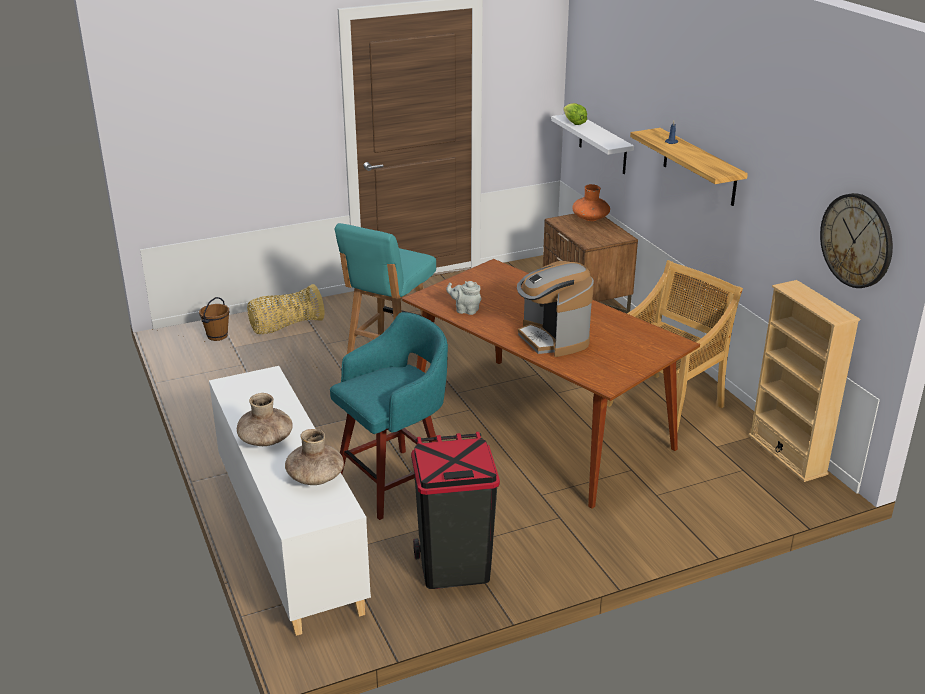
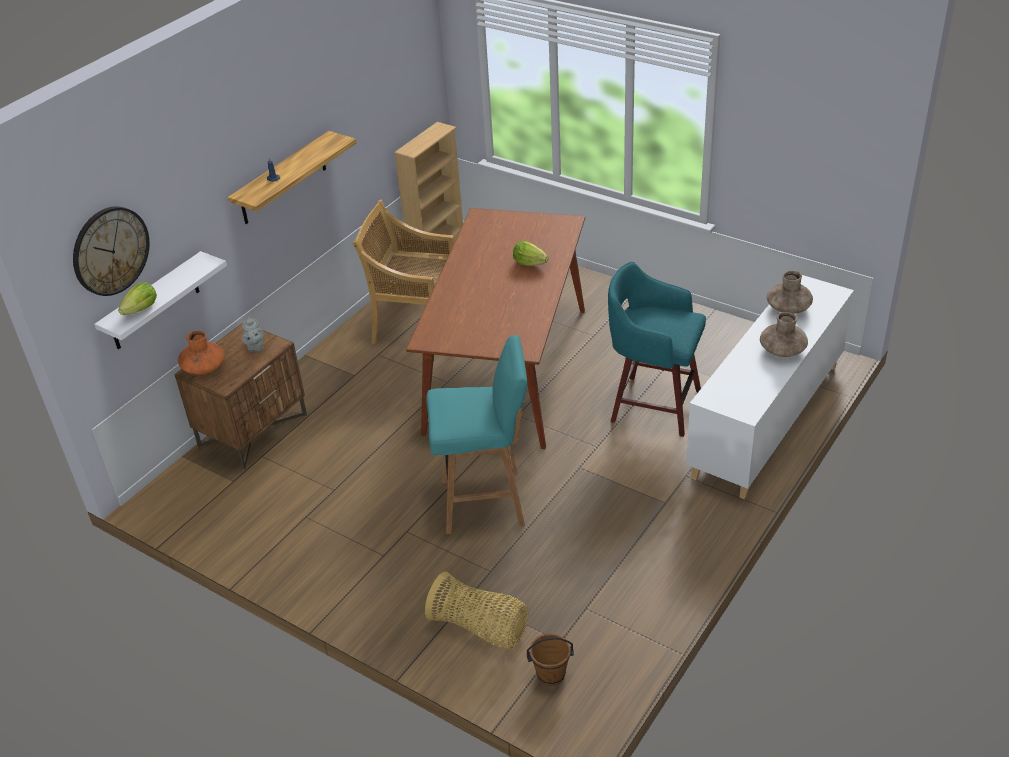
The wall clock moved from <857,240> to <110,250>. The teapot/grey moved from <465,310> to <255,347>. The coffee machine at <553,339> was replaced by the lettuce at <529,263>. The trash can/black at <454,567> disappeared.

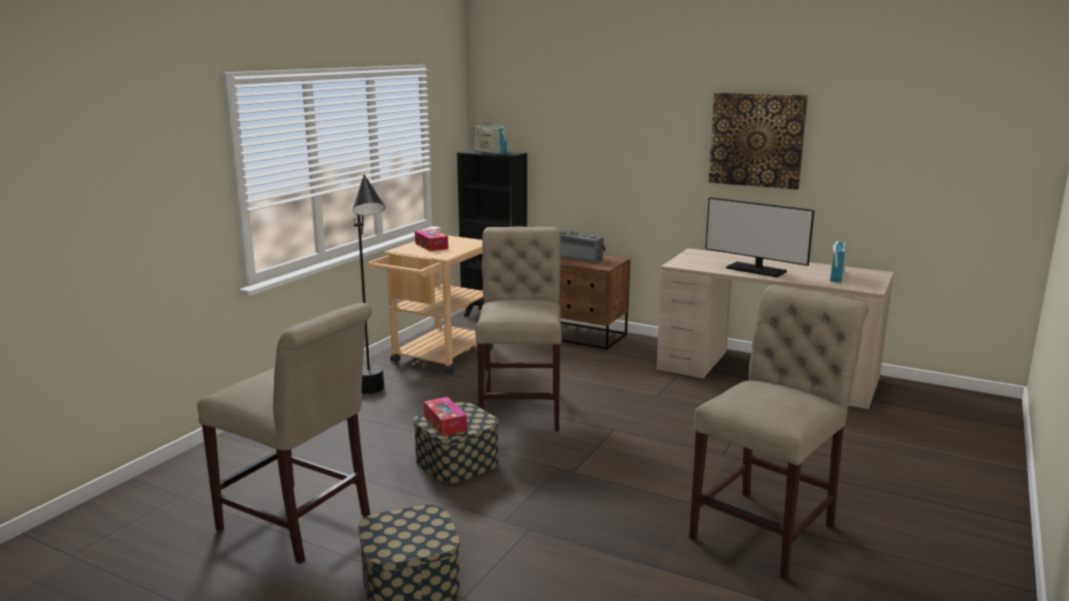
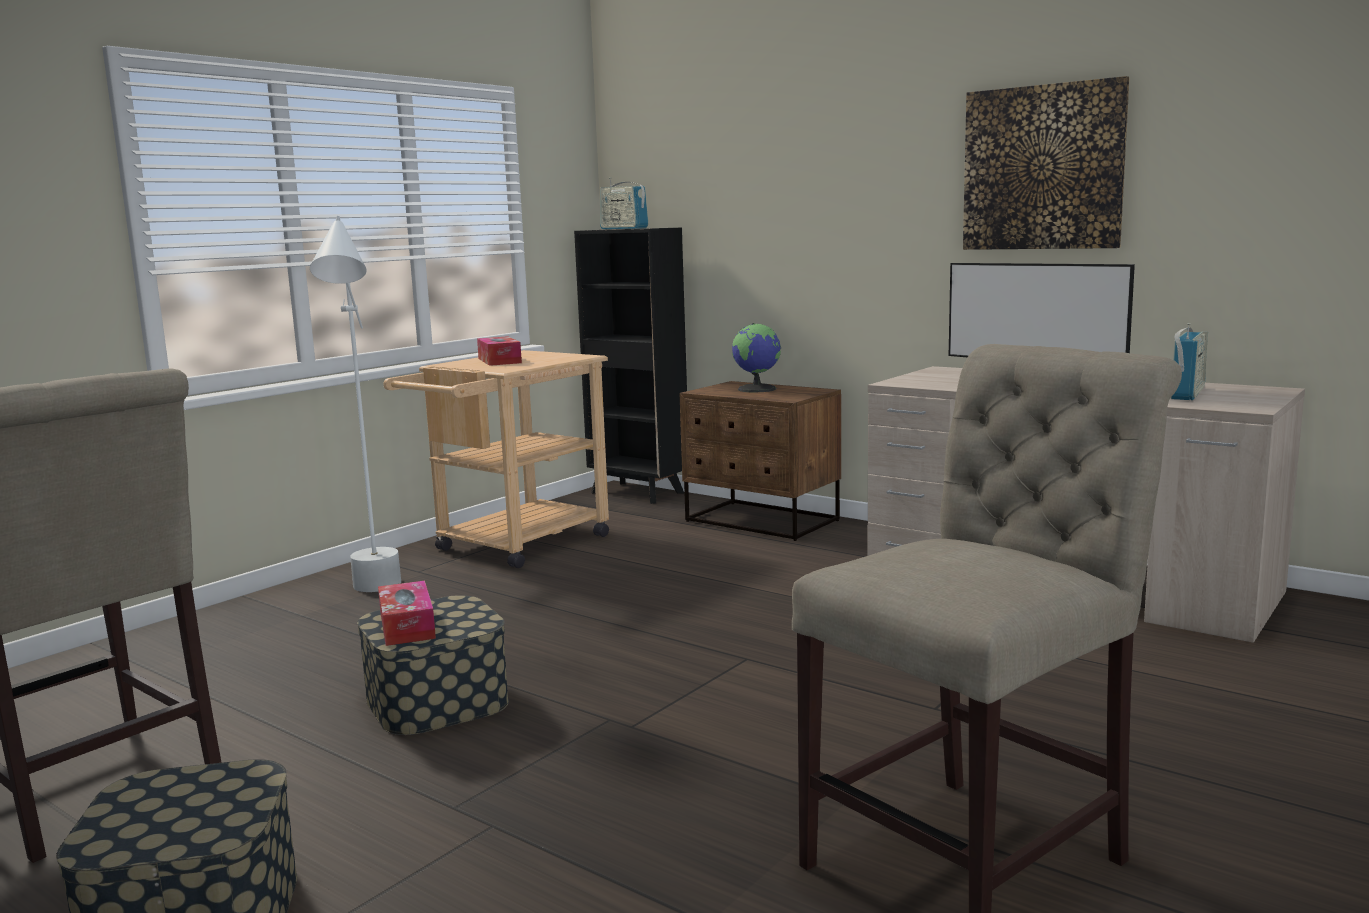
The floor lamp/black at <375,397> became the floor lamp/white at <375,597>. The radio at <580,258> was replaced by the globe at <757,389>. The chair/beige at <521,408> disappeared.

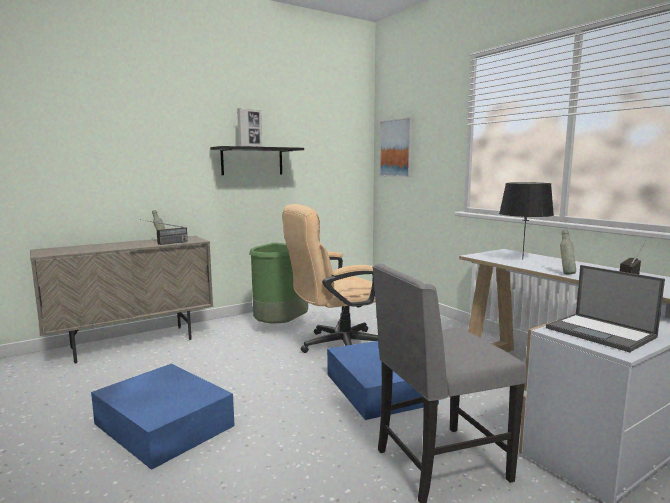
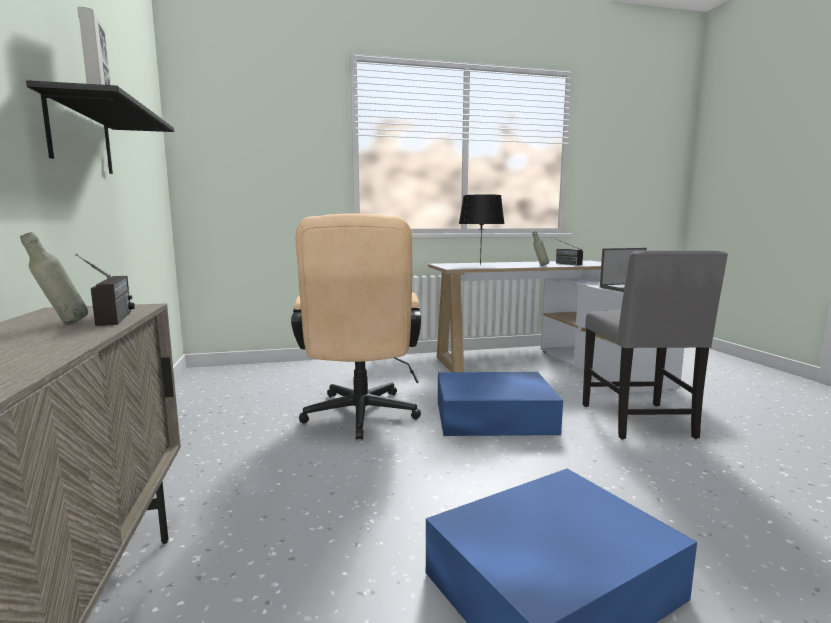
The trash can/green at <280,326> disappeared. The picture at <396,148> disappeared.

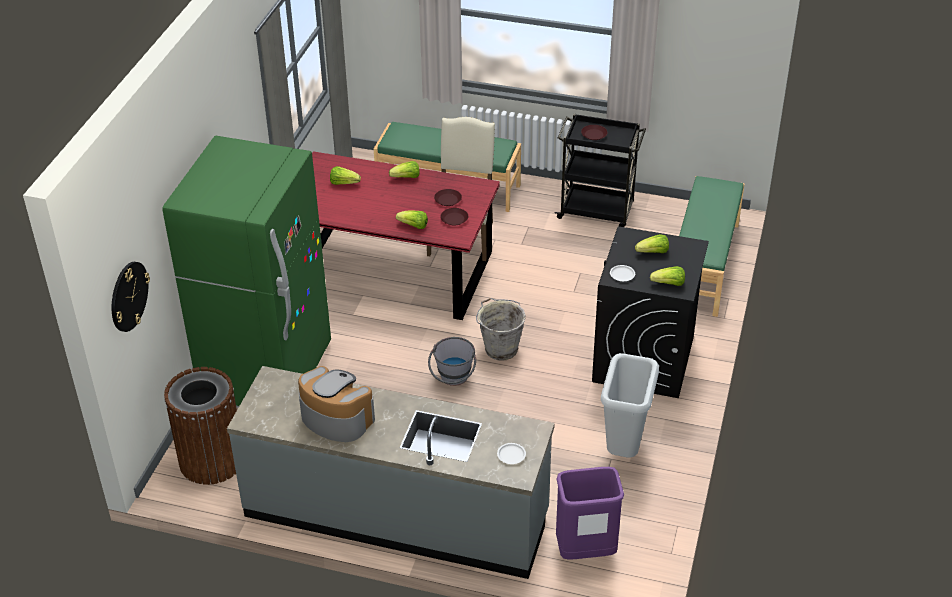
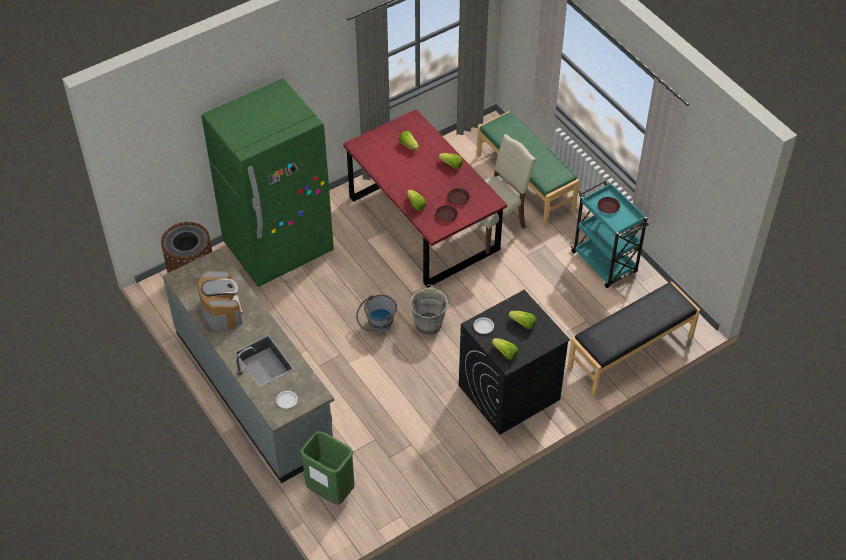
The trash can/purple at <585,551> became the trash can/green at <330,491>. The bench/green at <704,265> became the bench/black at <631,352>. The cart/black at <597,211> became the cart/turquoise at <605,263>. The wall clock at <128,296> disappeared. The trash can/grey at <623,449> disappeared.

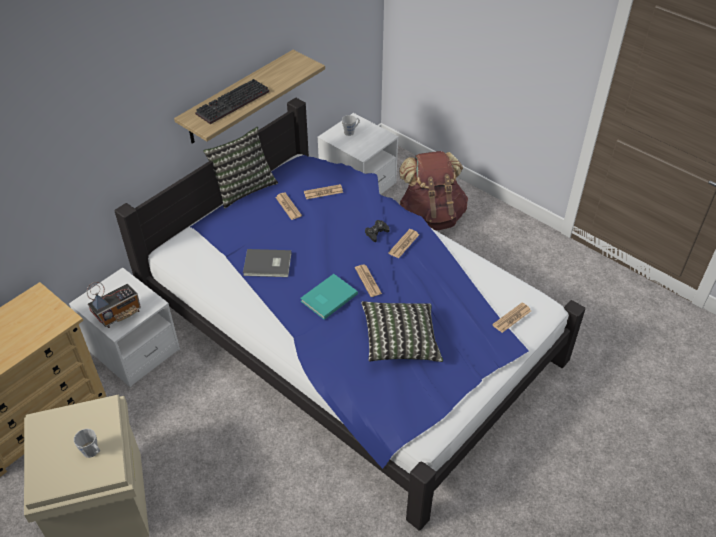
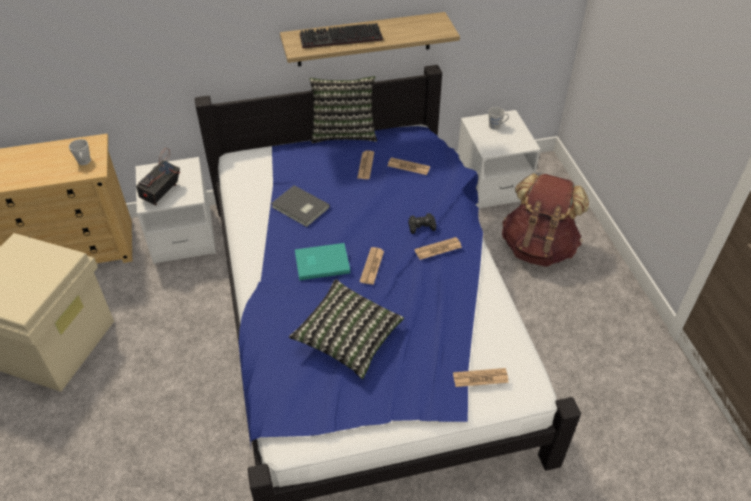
The mug/grey moved from <93,452> to <84,162>. The radio at <119,314> turned 120 degrees clockwise.

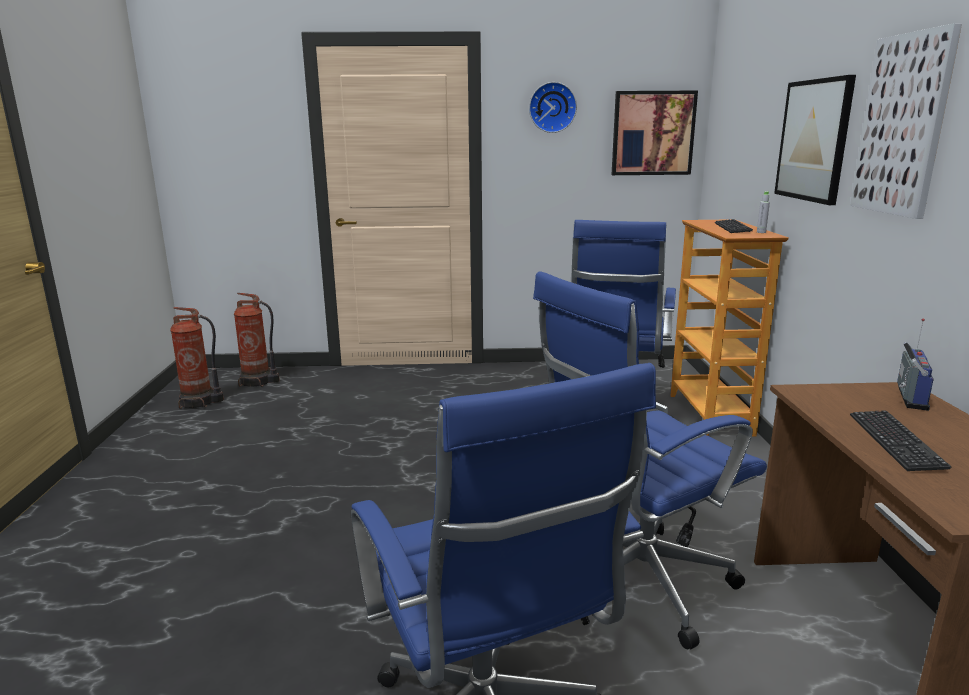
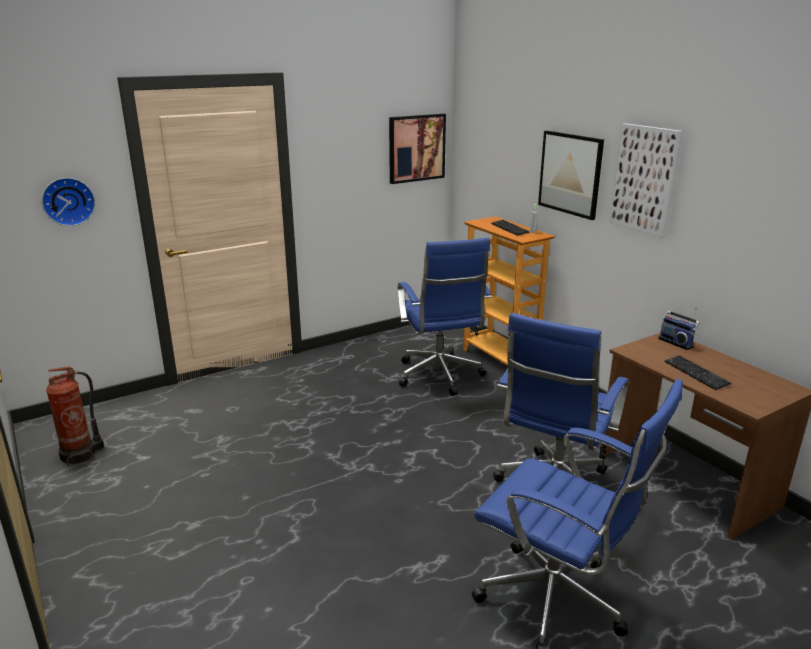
The wall clock moved from <552,107> to <68,201>. The radio at <908,398> turned 150 degrees clockwise. The fire extinguisher at <258,382> disappeared.

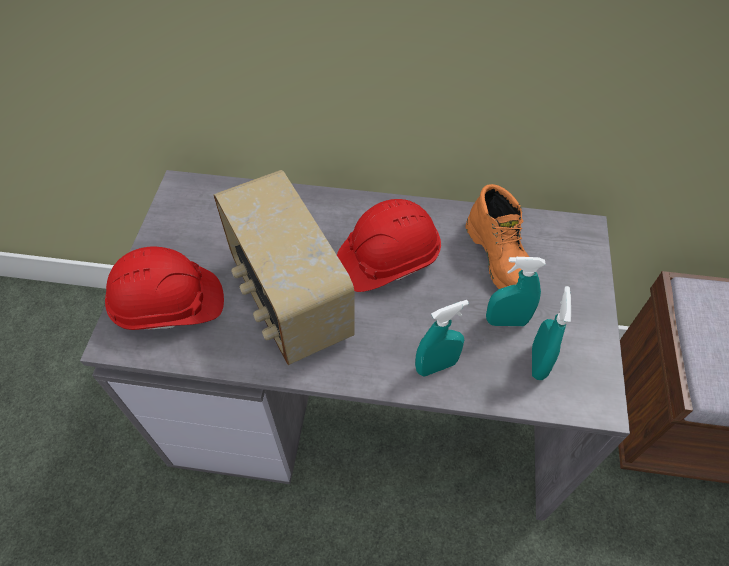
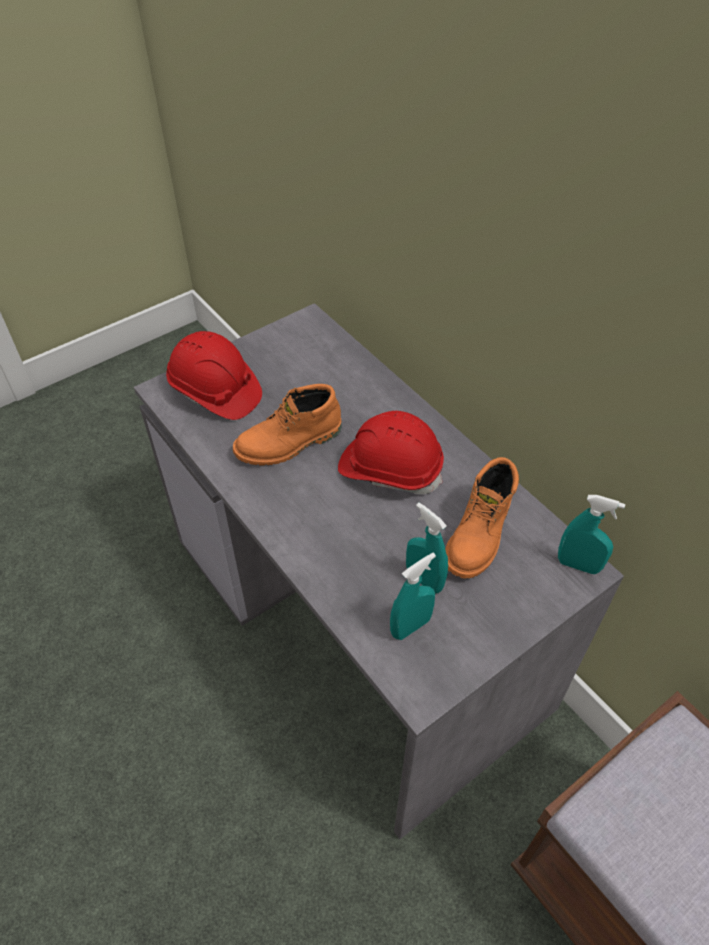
The radio at <288,300> was replaced by the boot/orange at <289,444>. The spray bottle/turquoise moved from <436,366> to <578,565>.

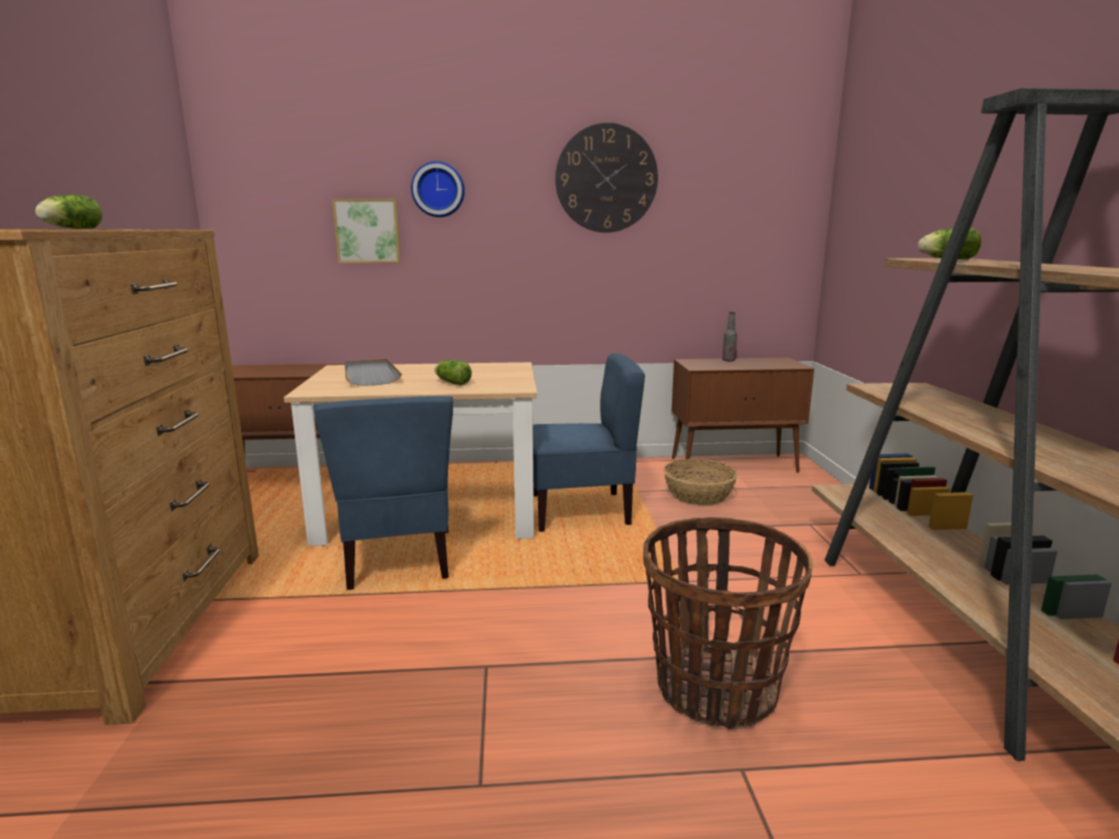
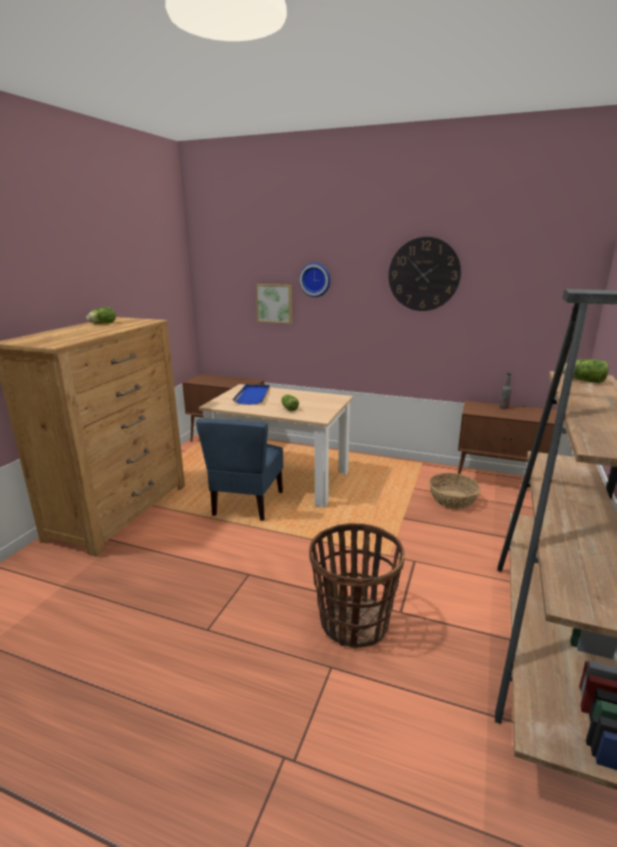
The tray/grey at <370,375> became the tray/blue at <253,396>. The chair/blue at <579,511> disappeared.

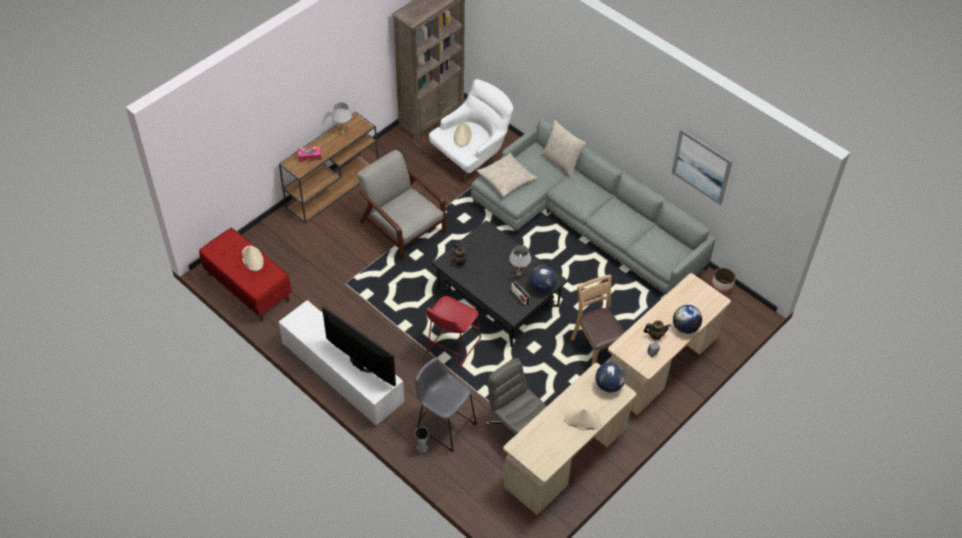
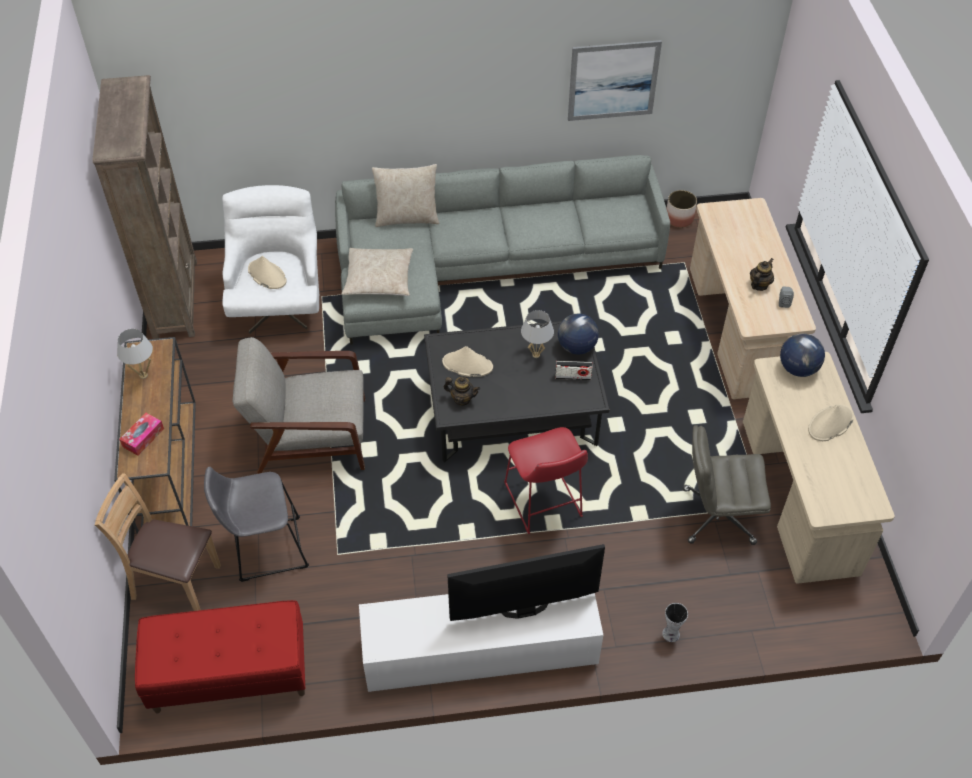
The chair/brown moved from <597,348> to <175,580>. The stool/grey moved from <444,424> to <265,549>. The hat/beige moved from <252,259> to <467,365>. The globe at <685,327> disappeared.

